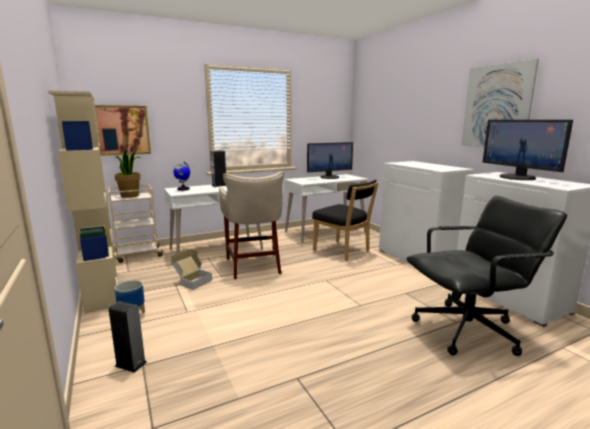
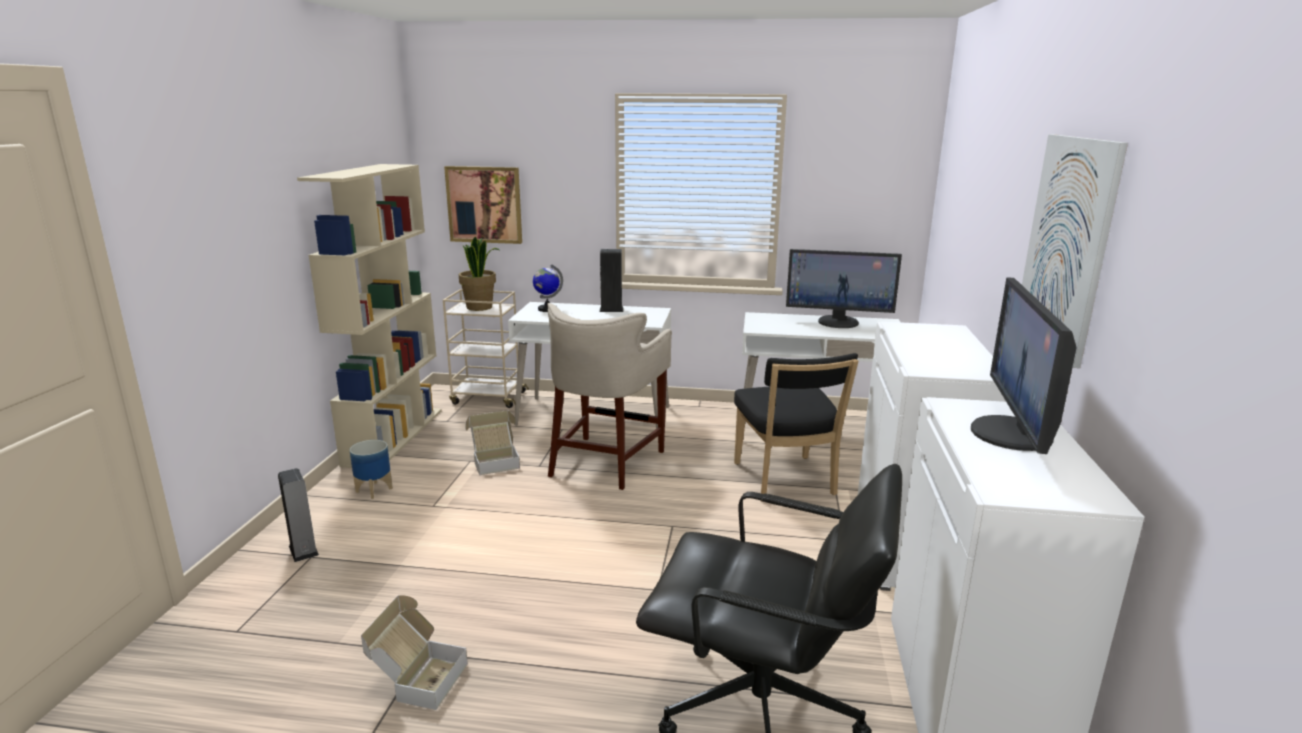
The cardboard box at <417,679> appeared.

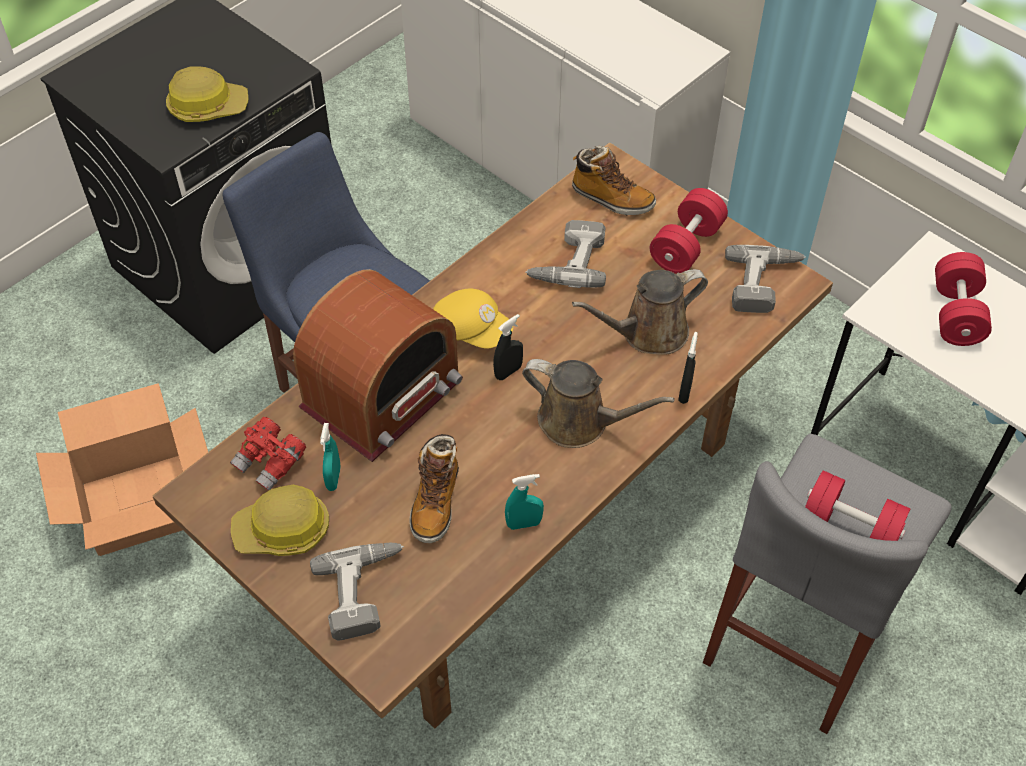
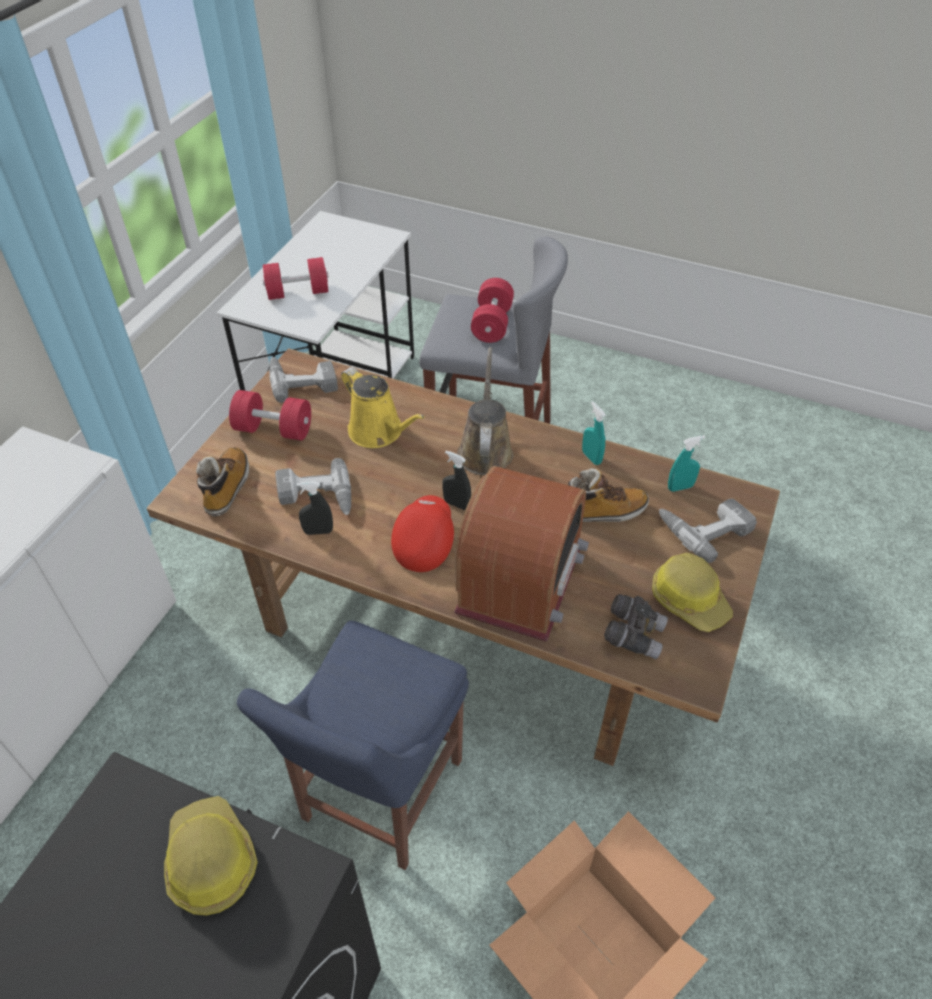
The spray bottle/black moved from <685,392> to <318,531>. The watering can/brown at <648,333> became the watering can/yellow at <379,432>. The cap/yellow at <470,331> became the cap/red at <423,541>. The radio at <383,395> turned 90 degrees clockwise. The binoculars/red at <271,462> became the binoculars/grey at <633,634>. The spray bottle/turquoise moved from <333,478> to <680,487>.

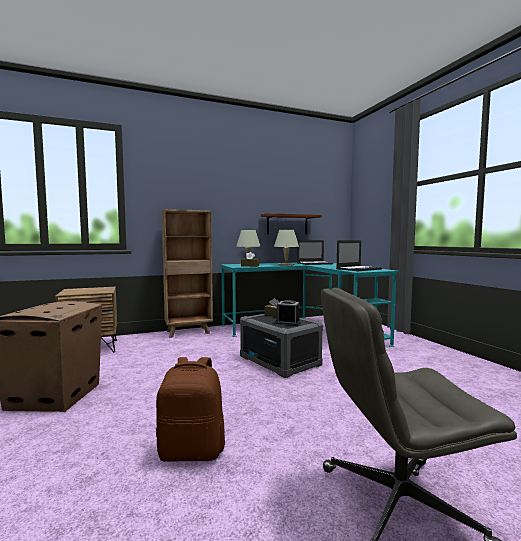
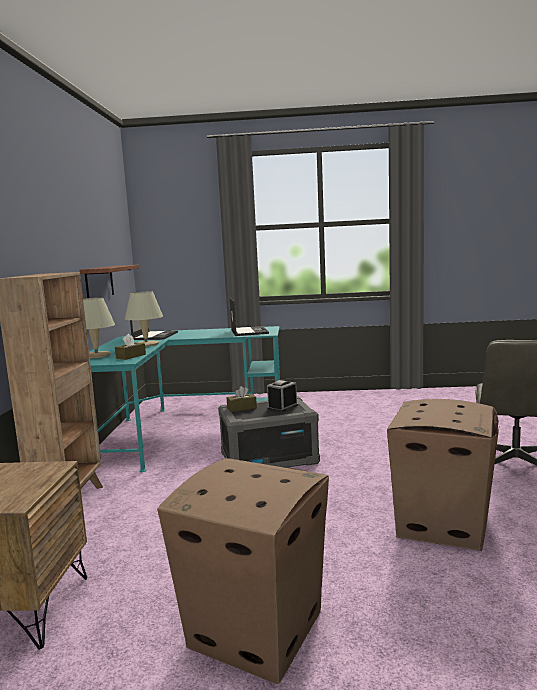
The backpack/brown at <192,451> was replaced by the cardboard box at <442,524>.

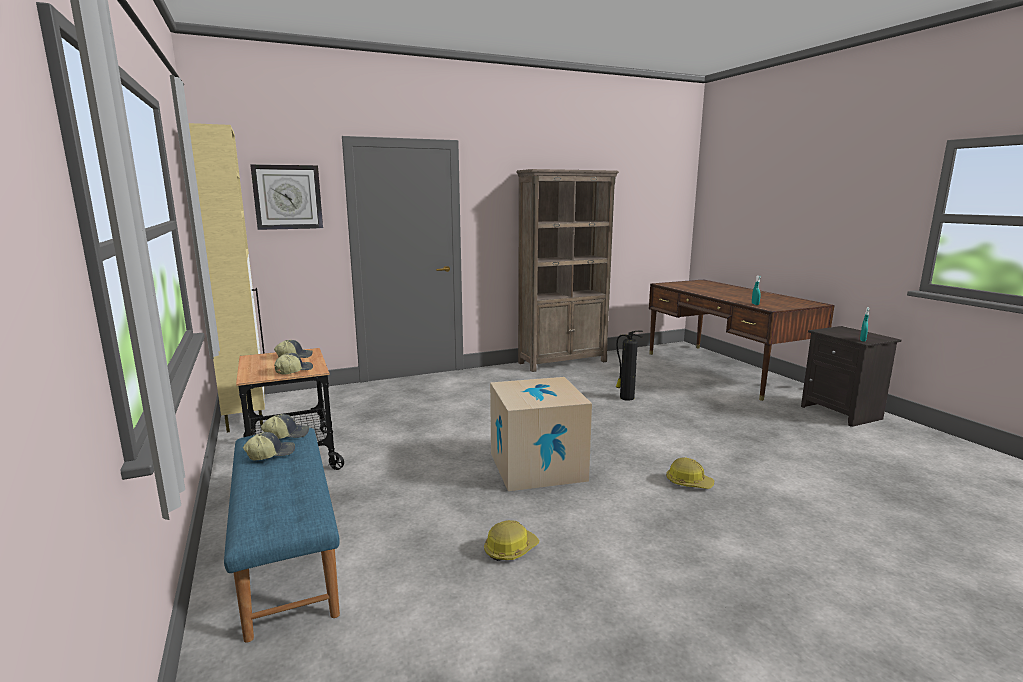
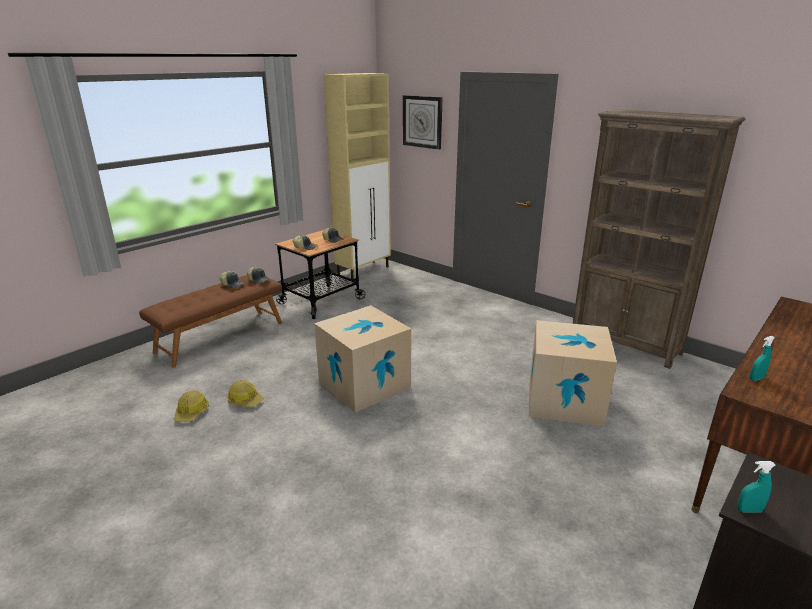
The bench/blue at <285,553> became the bench/brown at <220,337>. The hard hat moved from <688,482> to <192,412>. The fire extinguisher at <626,398> was replaced by the cardboard box at <564,400>.

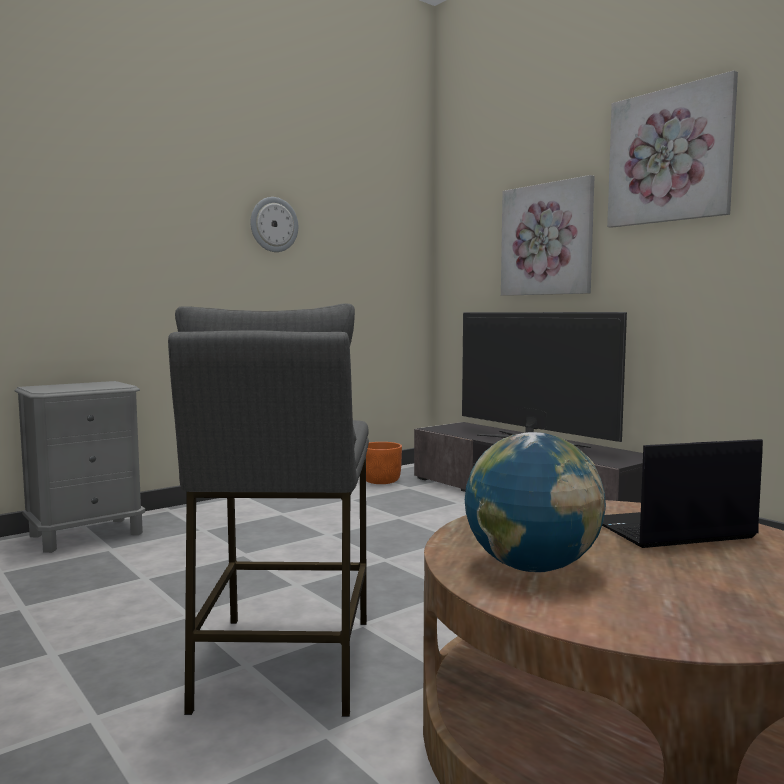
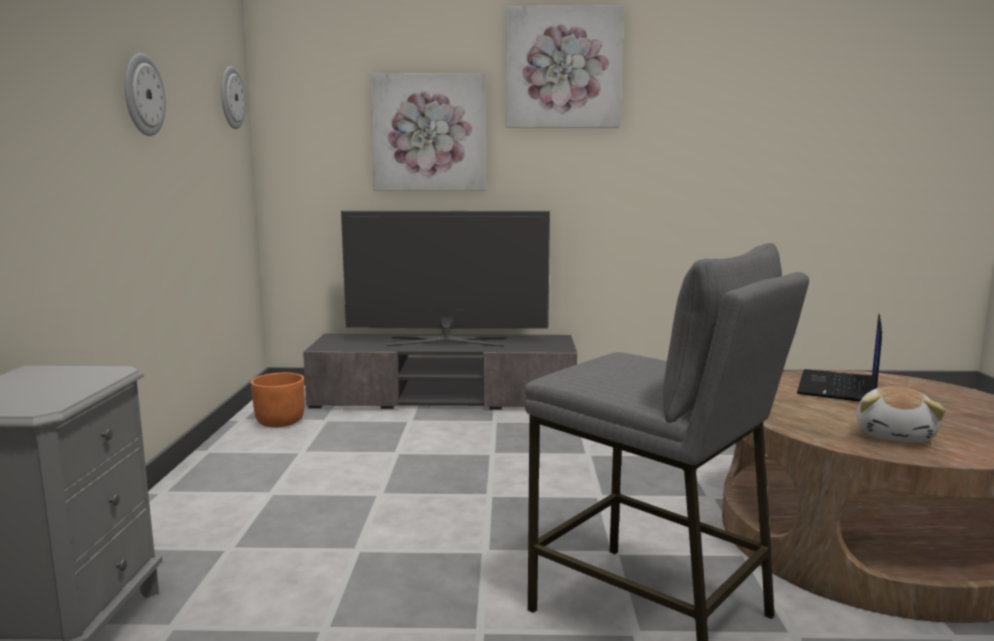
The wall clock at <231,98> appeared. The globe at <532,568> was replaced by the plush toy at <895,435>.

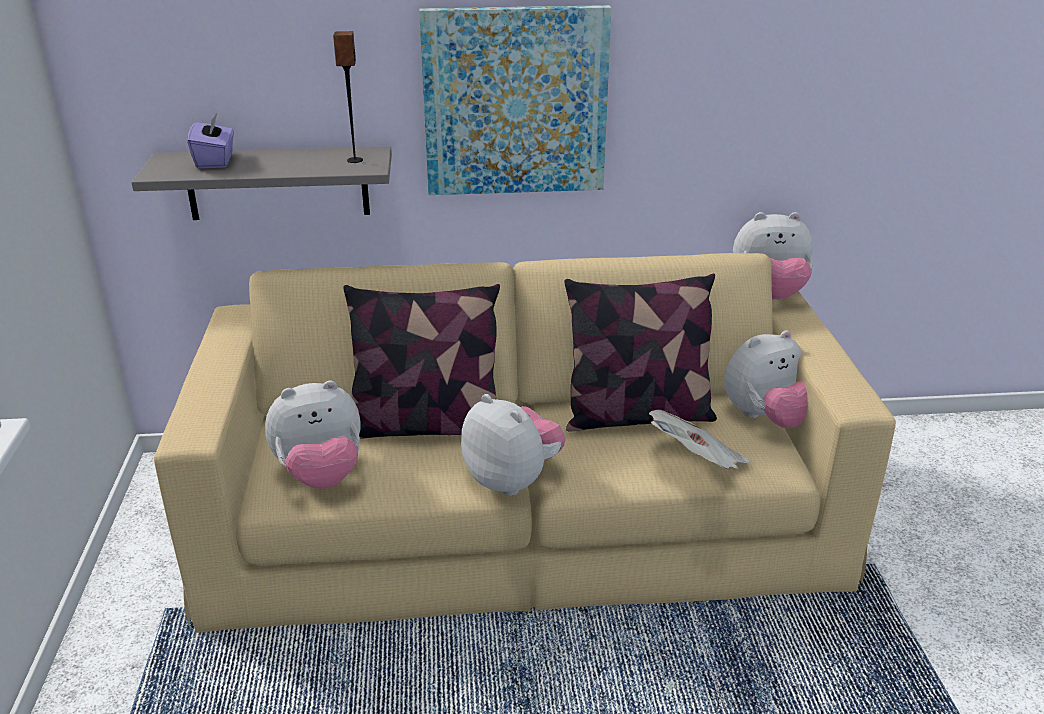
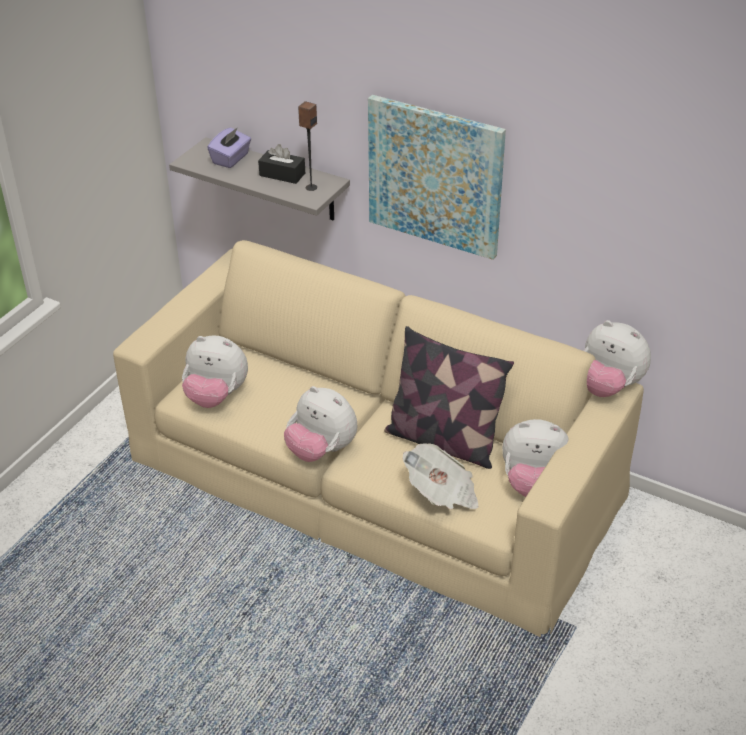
The tissue box/black at <282,174> appeared. The plush toy at <512,480> turned 135 degrees clockwise. The pillow at <426,425> disappeared.

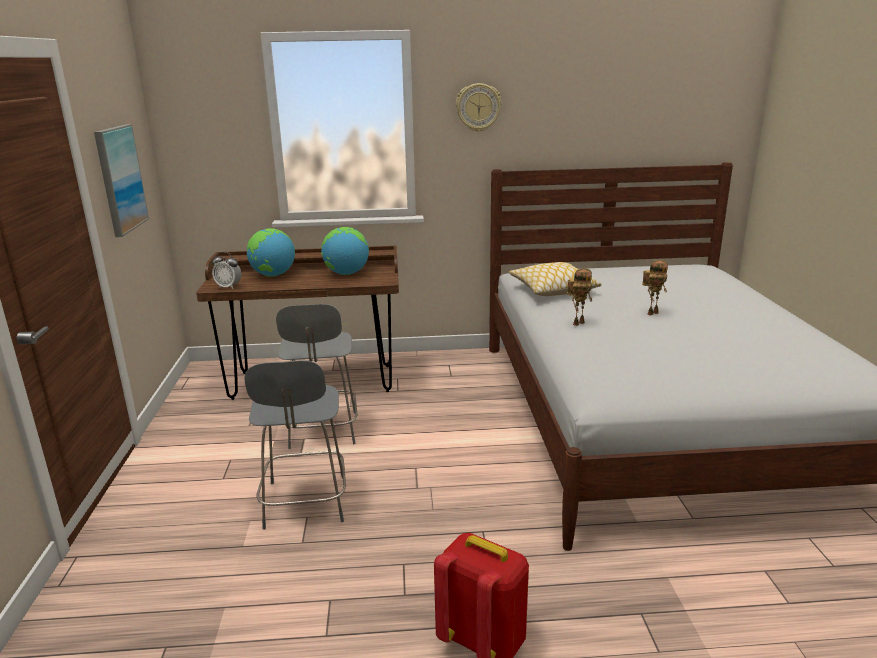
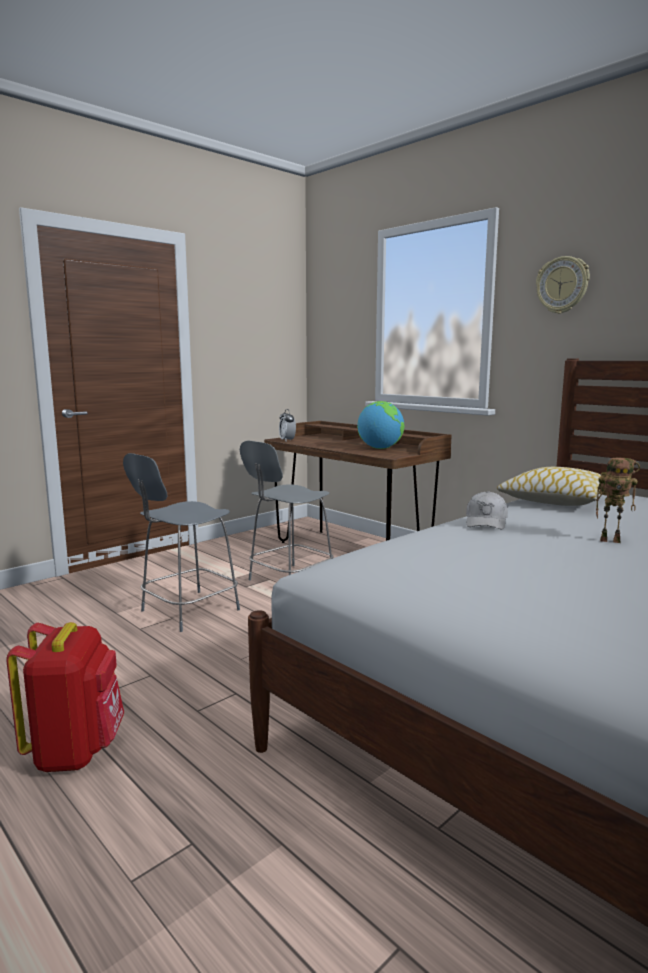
The toy robot at <578,323> was replaced by the cap/white at <486,522>. The picture at <120,179> disappeared. The globe at <273,275> disappeared.

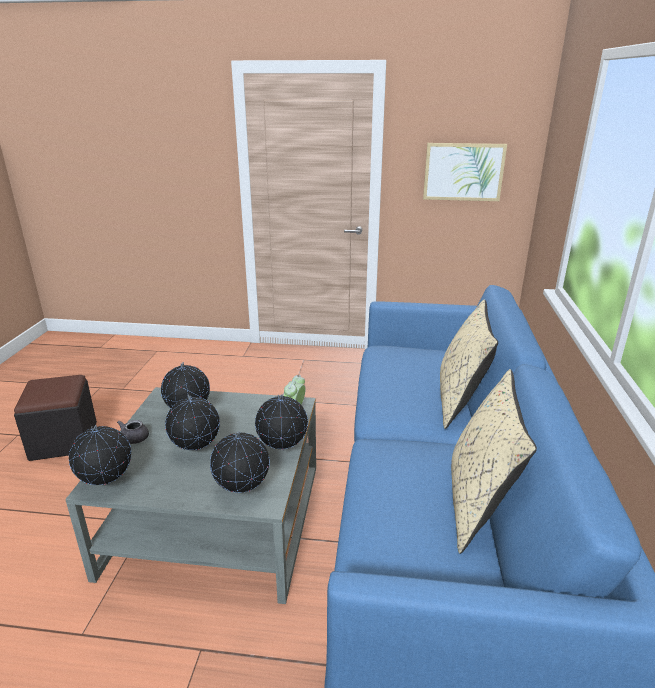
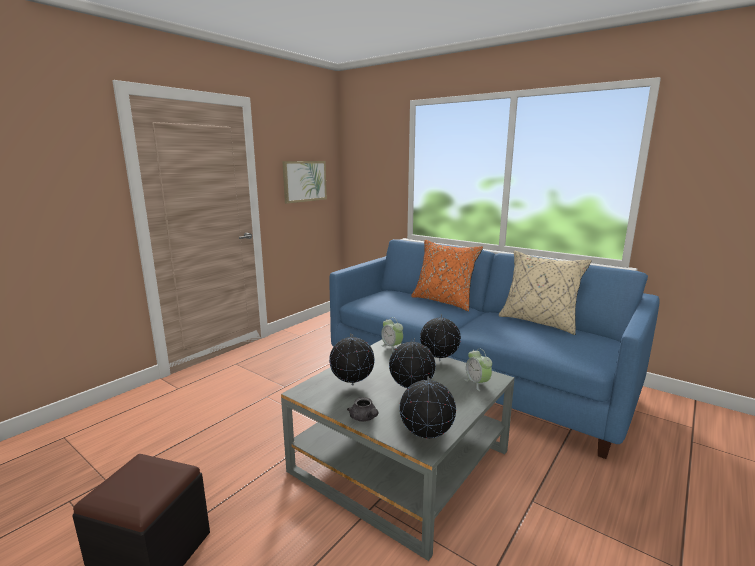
The pillow/beige at <460,401> became the pillow/orange at <444,301>. The globe at <242,491> was replaced by the alarm clock at <477,383>.

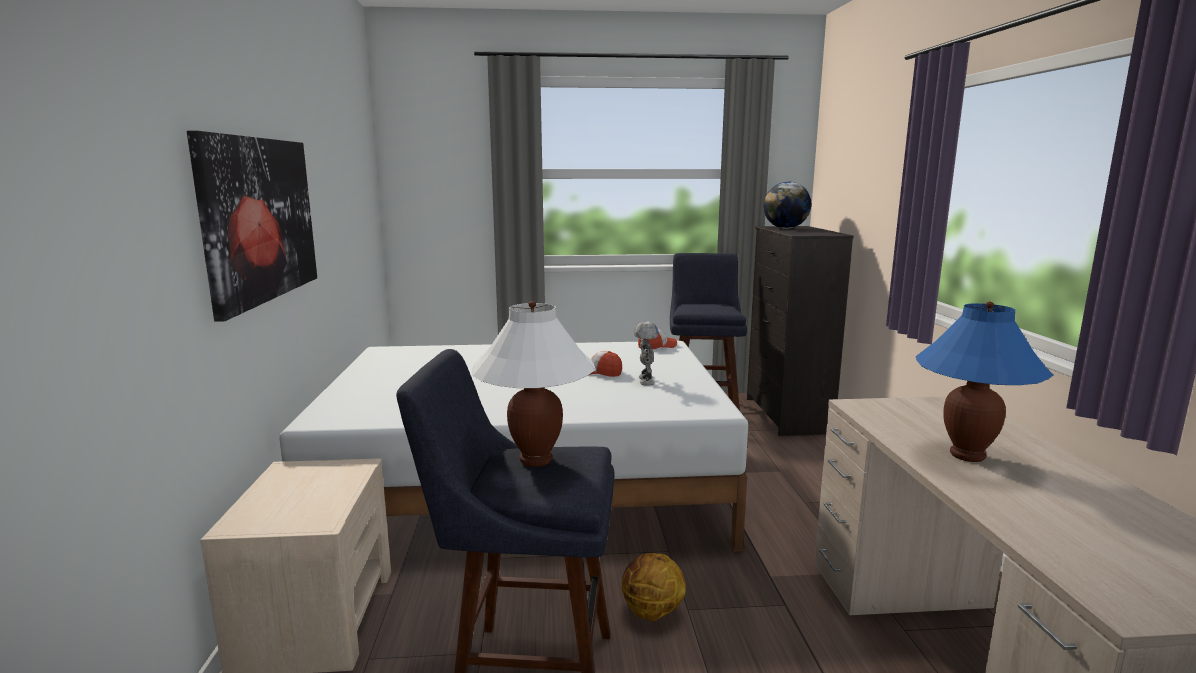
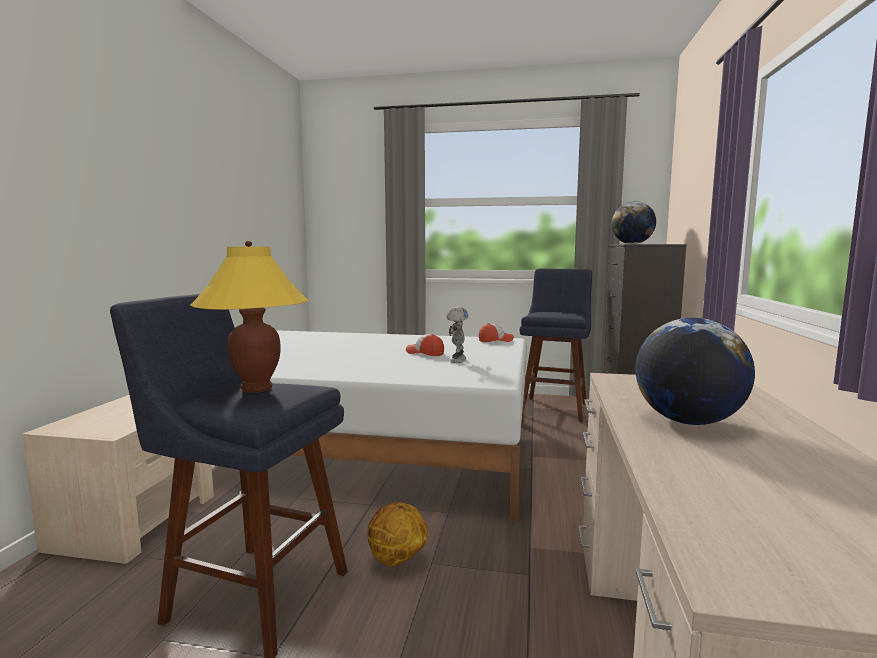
The table lamp/white at <535,460> became the table lamp/yellow at <256,389>. The table lamp/blue at <967,456> was replaced by the globe at <687,421>. The picture at <260,219> disappeared.

